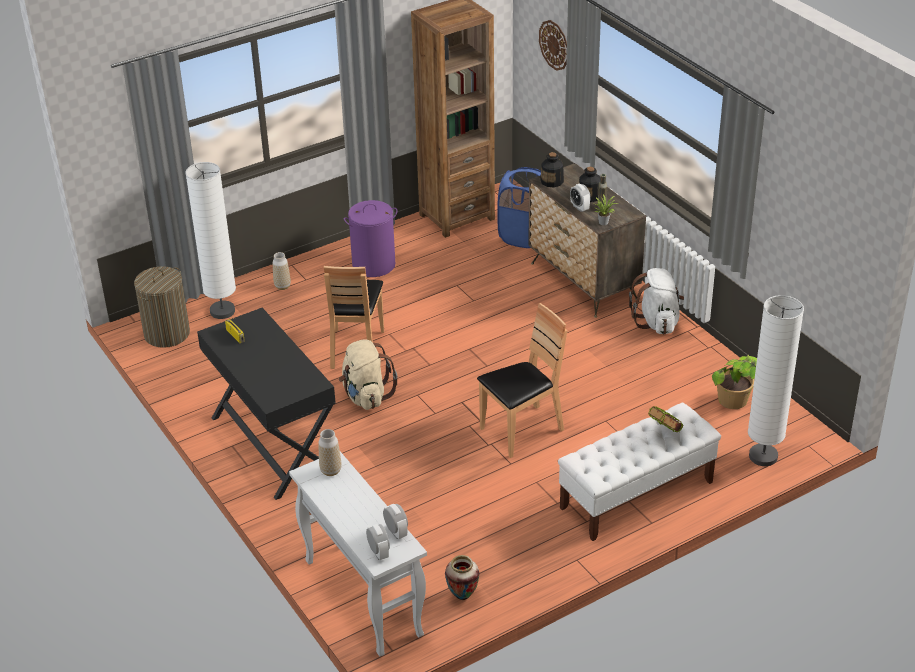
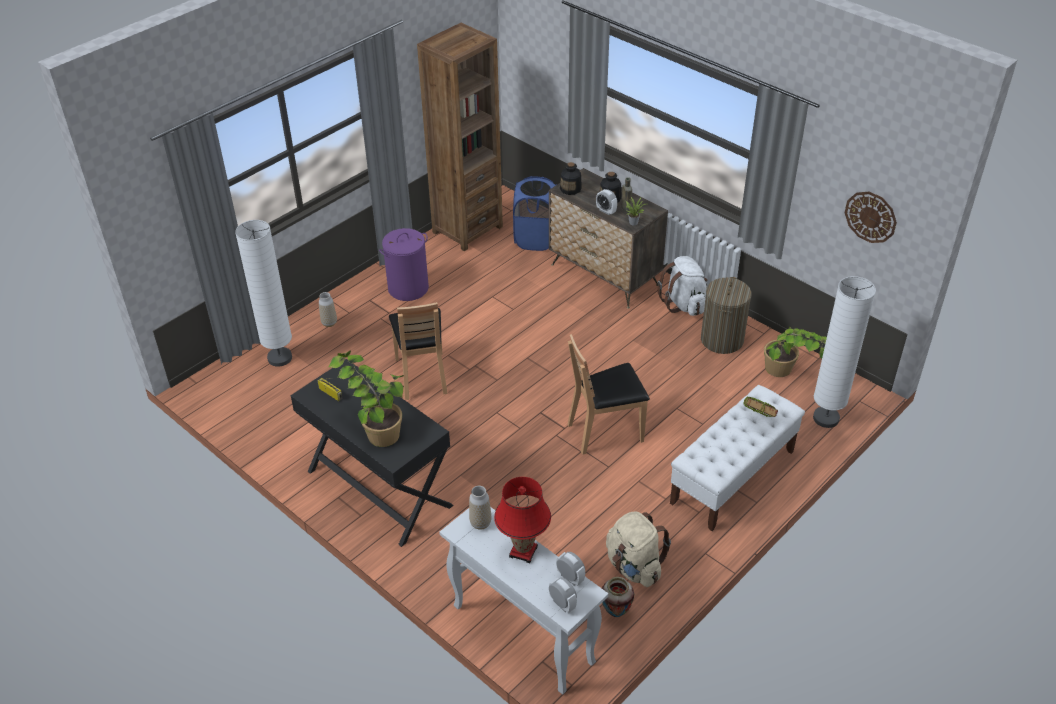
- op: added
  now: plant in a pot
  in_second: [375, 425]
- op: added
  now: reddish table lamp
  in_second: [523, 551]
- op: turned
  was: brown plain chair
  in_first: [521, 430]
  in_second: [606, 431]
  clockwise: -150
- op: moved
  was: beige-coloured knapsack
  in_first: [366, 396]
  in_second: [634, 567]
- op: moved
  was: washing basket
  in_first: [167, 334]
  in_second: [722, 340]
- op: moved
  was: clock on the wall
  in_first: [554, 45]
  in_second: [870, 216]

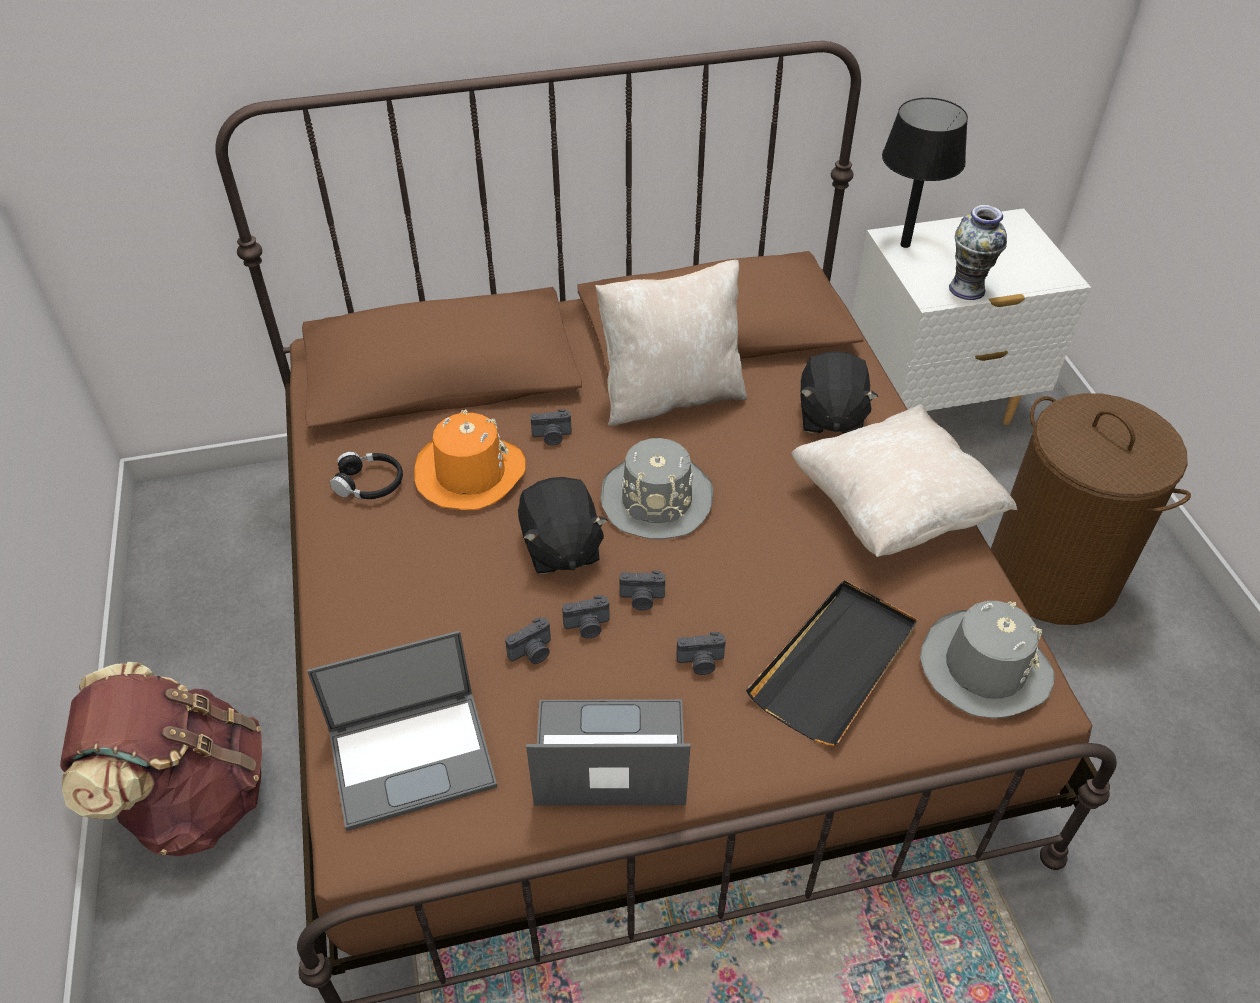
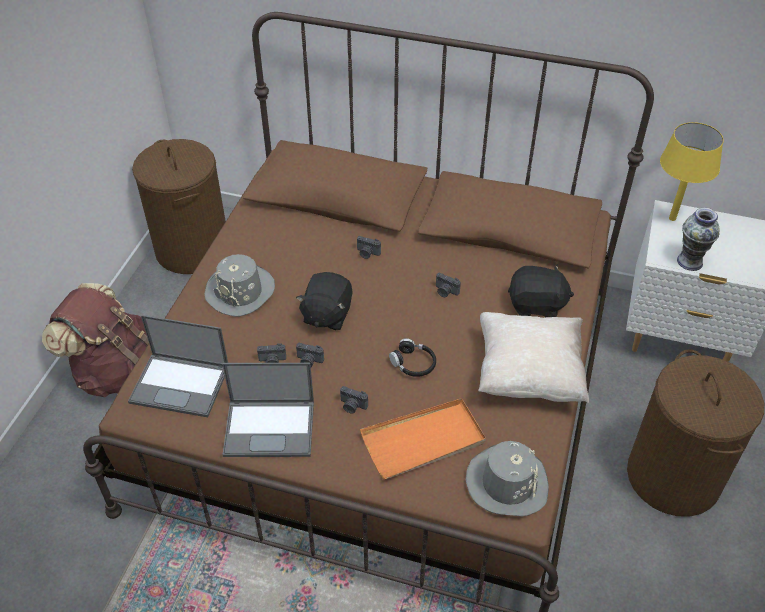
- op: added
  now: brown washing basket
  in_second: [192, 249]
- op: moved
  was: grey hat
  in_first: [657, 498]
  in_second: [241, 291]
- op: turned
  was: notebook computer
  in_first: [608, 754]
  in_second: [271, 428]
  clockwise: 150
- op: recoloured
  was: blackish serving tray
  now: orange serving tray
  in_first: [835, 664]
  in_second: [423, 441]
- op: moved
  was: blackish headphones
  in_first: [369, 483]
  in_second: [413, 363]
- op: moved
  was: still camera
  in_first: [642, 599]
  in_second: [445, 291]
- op: turned
  was: blackish cuddly toy
  in_first: [830, 416]
  in_second: [536, 305]
  clockwise: -120
- op: recoloured
  was: blackish table lamp
  now: yellowish table lamp
  in_first: [904, 245]
  in_second: [672, 218]
- op: removed
  was: orange hat
  in_first: [469, 473]
- op: removed
  was: beige-coloured pillow
  in_first: [670, 396]

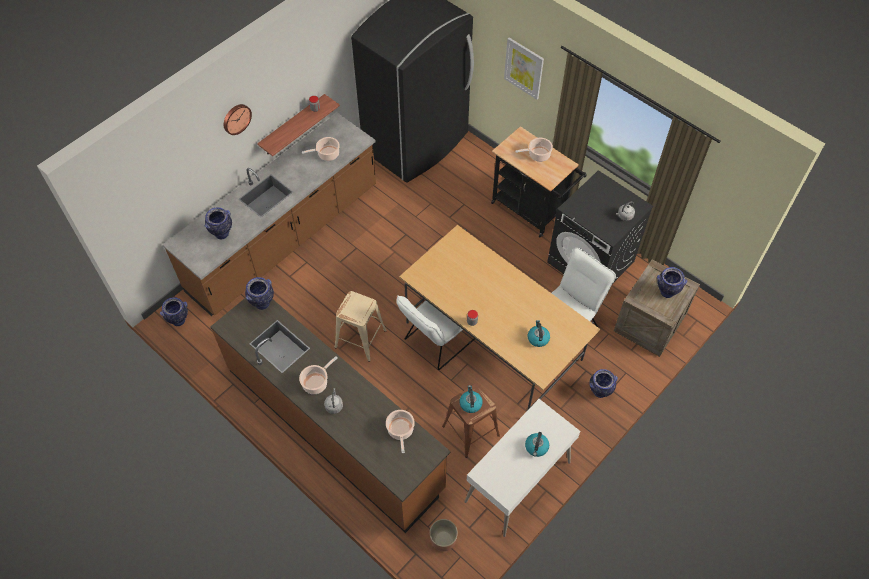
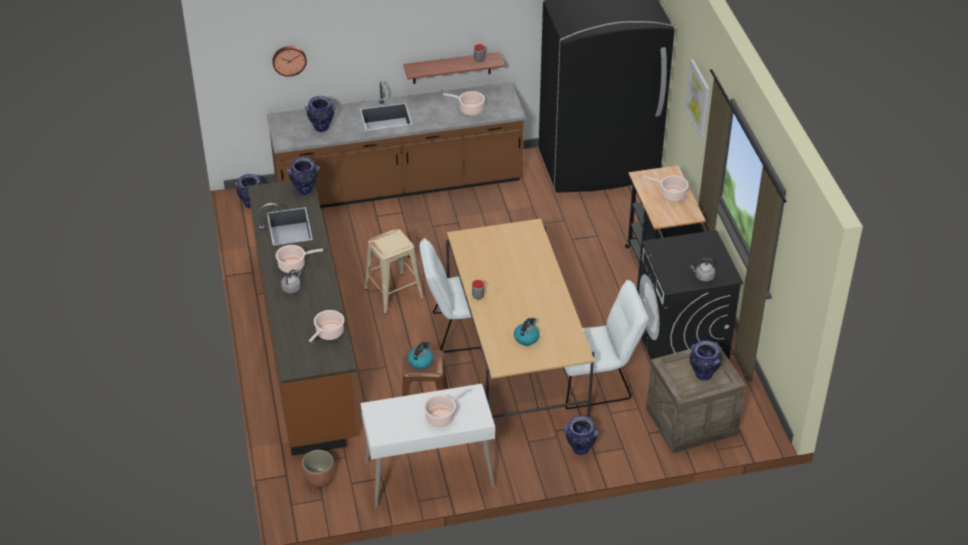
- op: moved
  was: clock on the wall
  in_first: [236, 118]
  in_second: [289, 60]
- op: replaced
  was: tea kettle
  now: cooking pot
  in_first: [536, 447]
  in_second: [441, 416]

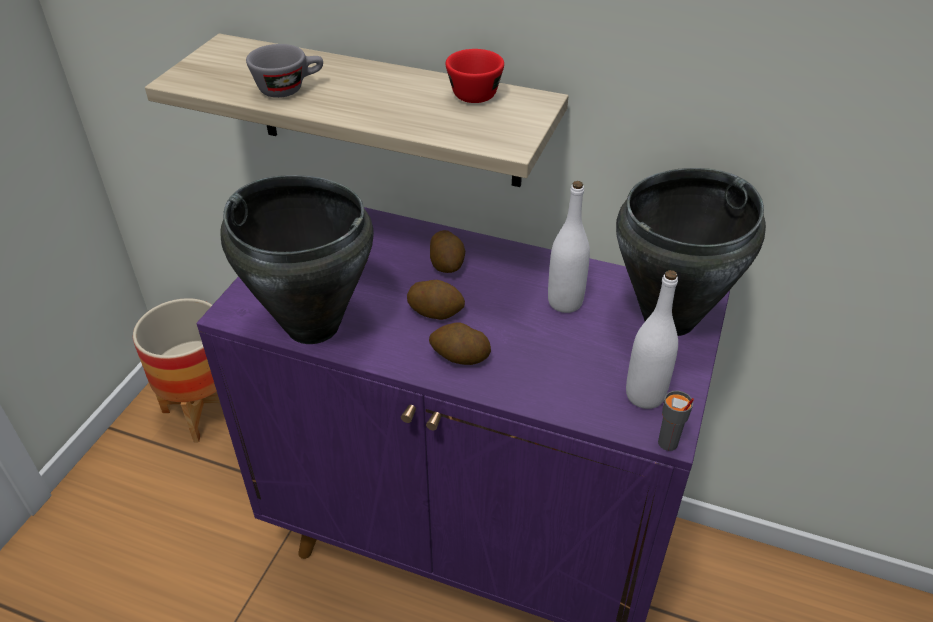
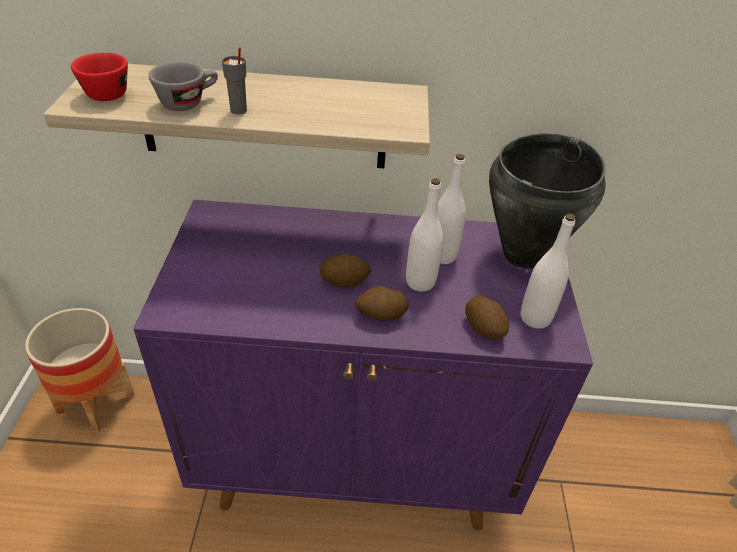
- op: moved
  was: reddish cup
  in_first: [474, 91]
  in_second: [107, 91]
- op: moved
  was: grey cup
  in_first: [667, 443]
  in_second: [238, 111]
- op: added
  now: white-coloured bottle
  in_second: [420, 282]
- op: moved
  was: potato
  in_first: [447, 264]
  in_second: [484, 328]
- op: removed
  was: blackish cooking pot
  in_first: [312, 325]

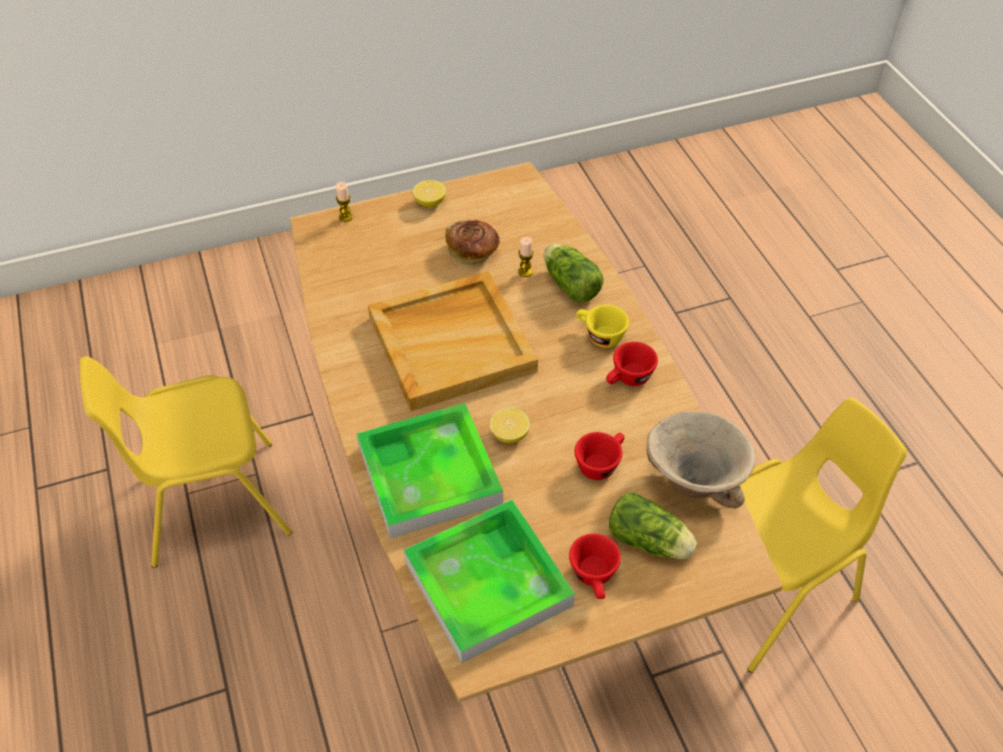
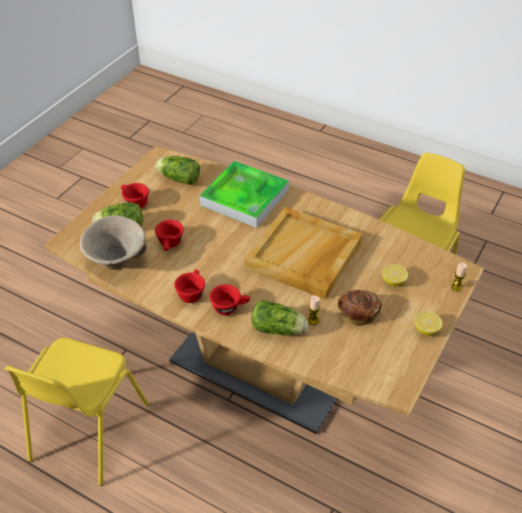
- op: replaced
  was: serving tray
  now: lettuce
  in_first: [488, 583]
  in_second: [178, 178]
- op: recoloured
  was: yellowish cup
  now: reddish cup
  in_first: [599, 336]
  in_second: [230, 307]
- op: moved
  was: citrus fruit
  in_first: [509, 435]
  in_second: [393, 281]

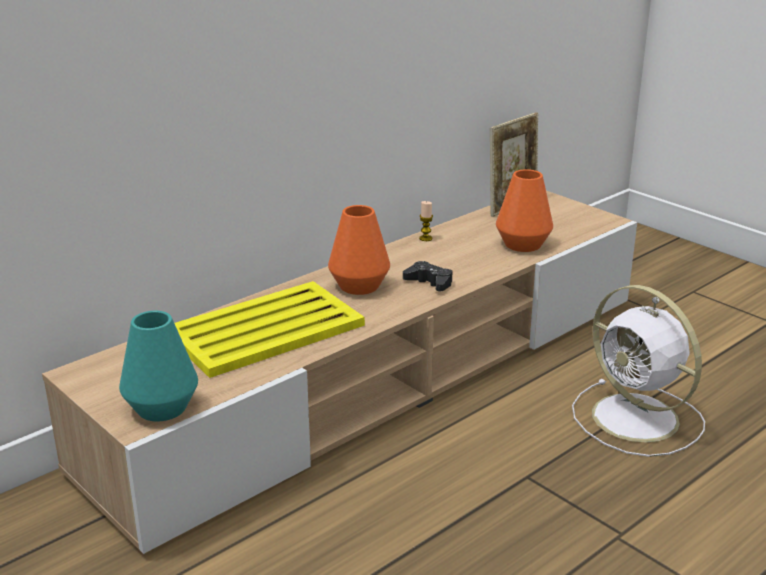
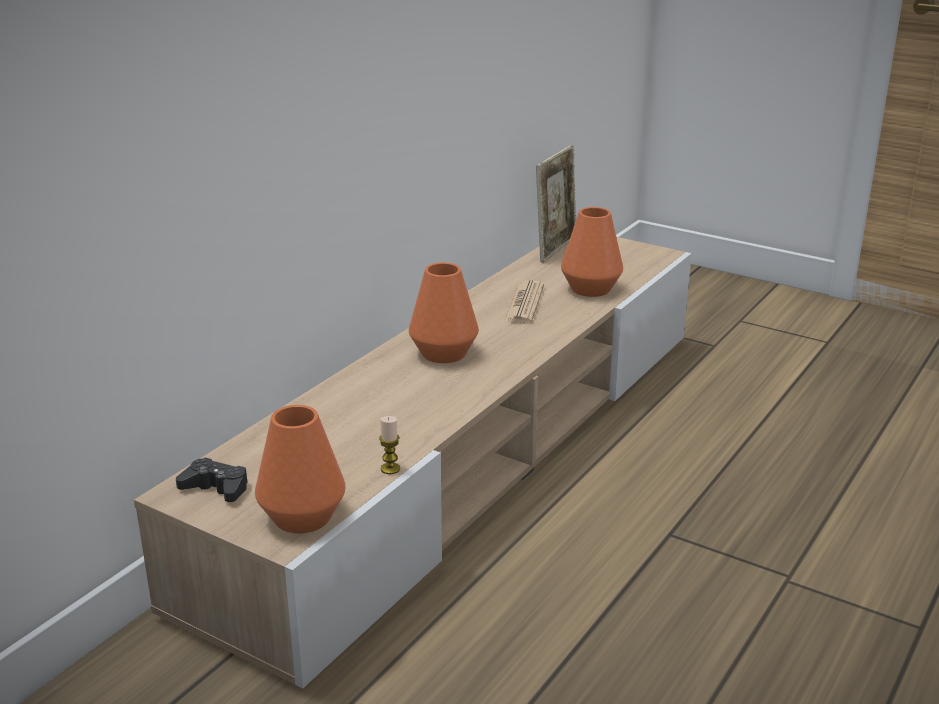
- op: moved
  was: blackish gamepad
  in_first: [429, 282]
  in_second: [216, 488]
- op: recoloured
  was: turquoise flower vase
  now: orange flower vase
  in_first: [161, 408]
  in_second: [302, 517]
- op: moved
  was: candle
  in_first: [425, 238]
  in_second: [390, 469]
- op: added
  now: newspaper
  in_second: [524, 303]
- op: removed
  was: yellowish serving tray
  in_first: [263, 330]
- op: removed
  was: white-coloured fan
  in_first: [638, 419]

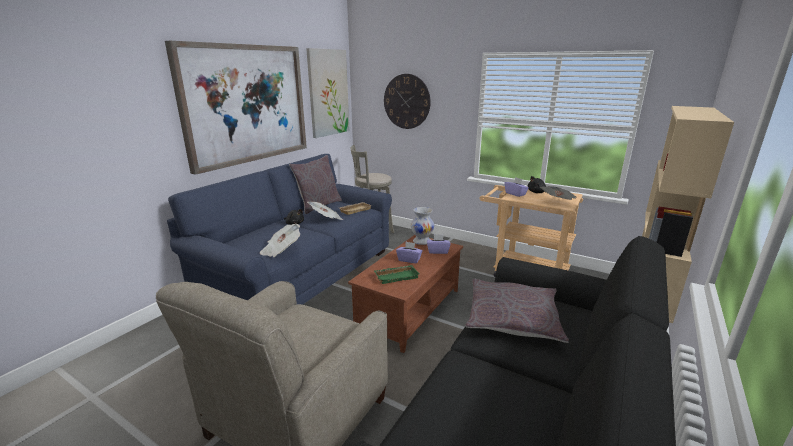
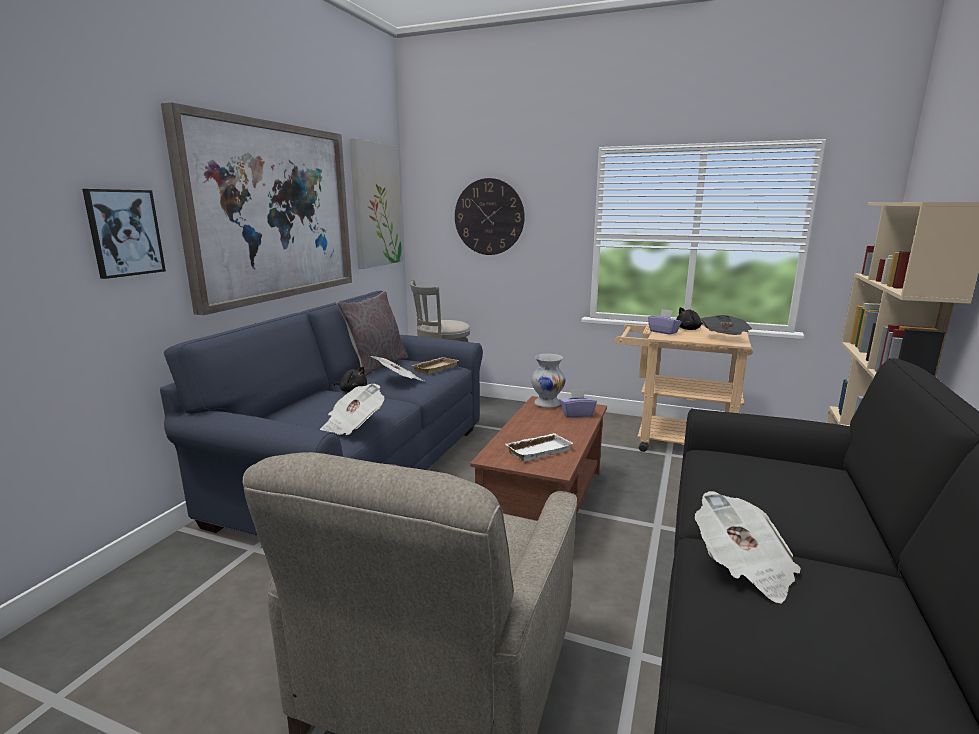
- op: added
  now: wall picture
  in_second: [124, 233]
- op: recoloured
  was: greenish serving tray
  now: white-coloured serving tray
  in_first: [396, 276]
  in_second: [538, 450]
- op: added
  now: newspaper
  in_second: [743, 567]
- op: removed
  was: purple-coloured tissue box
  in_first: [409, 260]
- op: removed
  was: grey pillow
  in_first: [512, 318]

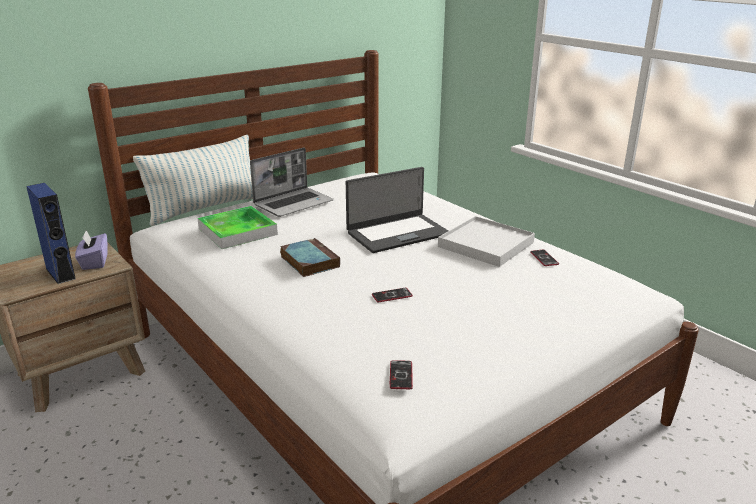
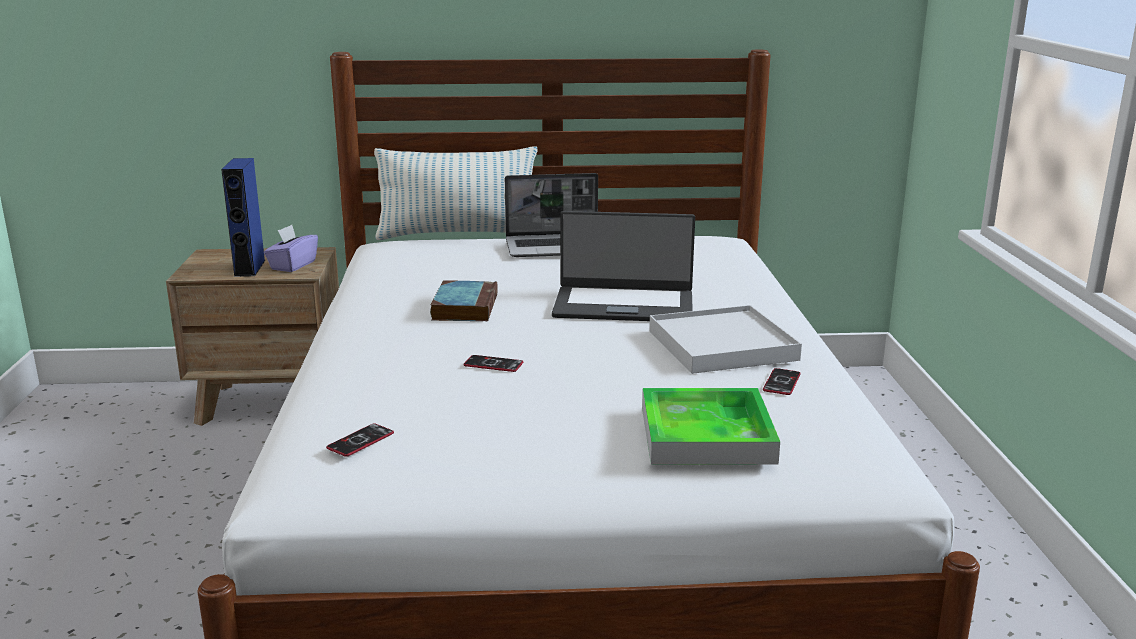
- op: moved
  was: serving tray
  in_first: [237, 231]
  in_second: [706, 435]

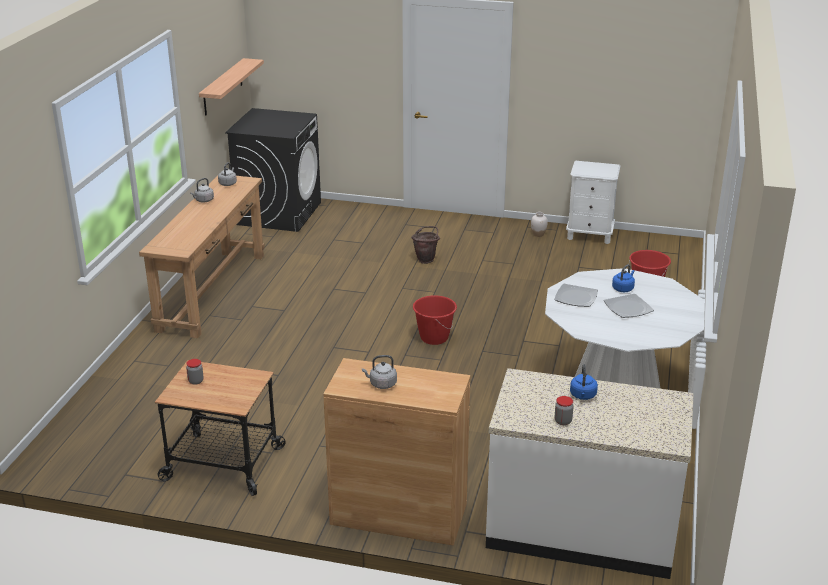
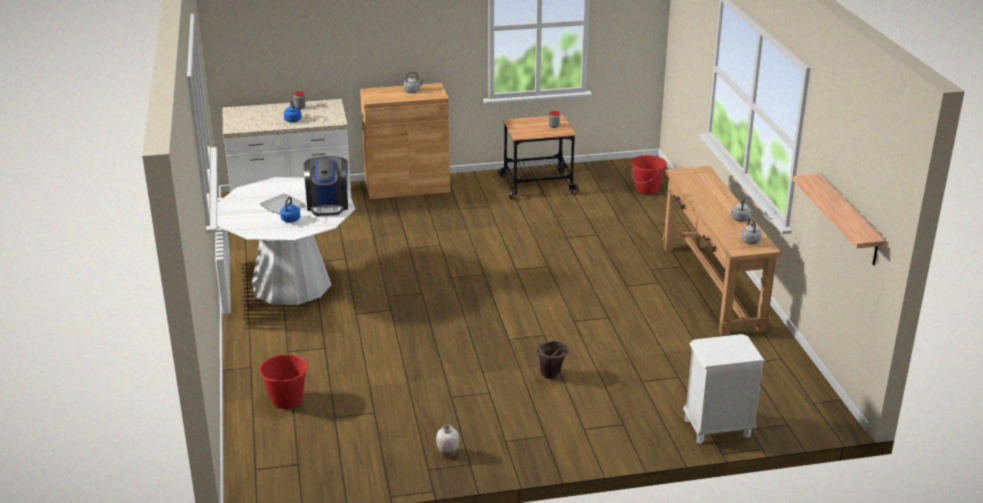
- op: replaced
  was: flat dish
  now: coffee brewer
  in_first: [575, 297]
  in_second: [328, 205]
- op: moved
  was: reddish water bucket
  in_first: [434, 338]
  in_second: [647, 189]
- op: moved
  was: white-coloured bedside table
  in_first: [590, 235]
  in_second: [717, 428]
- op: removed
  was: blackish washing machine
  in_first: [279, 213]

